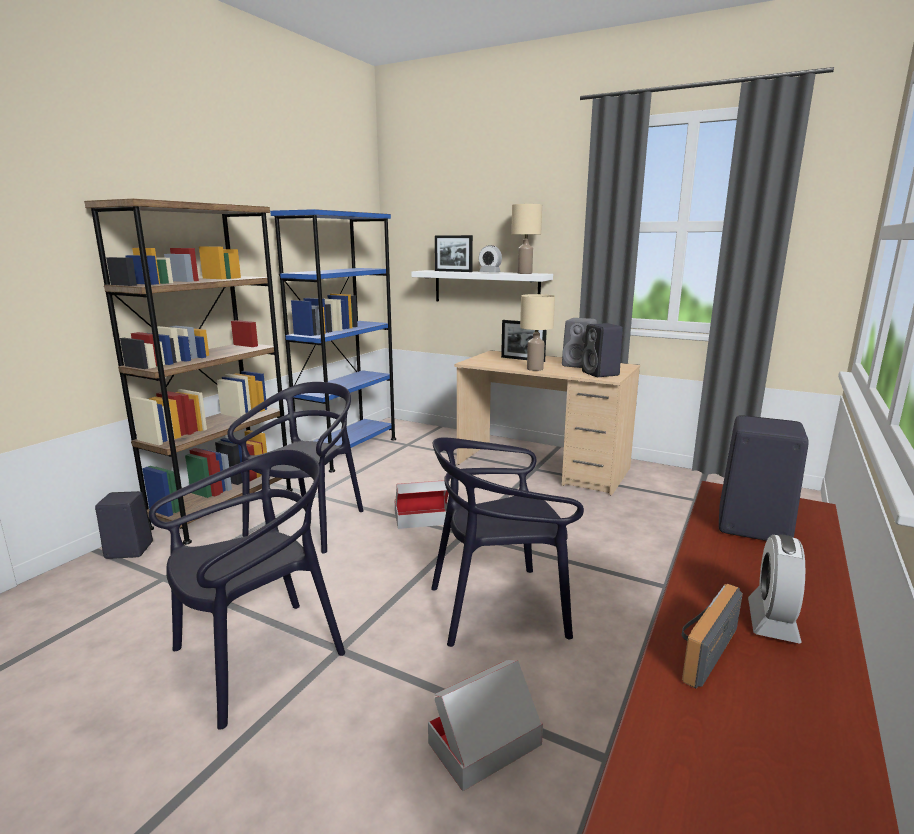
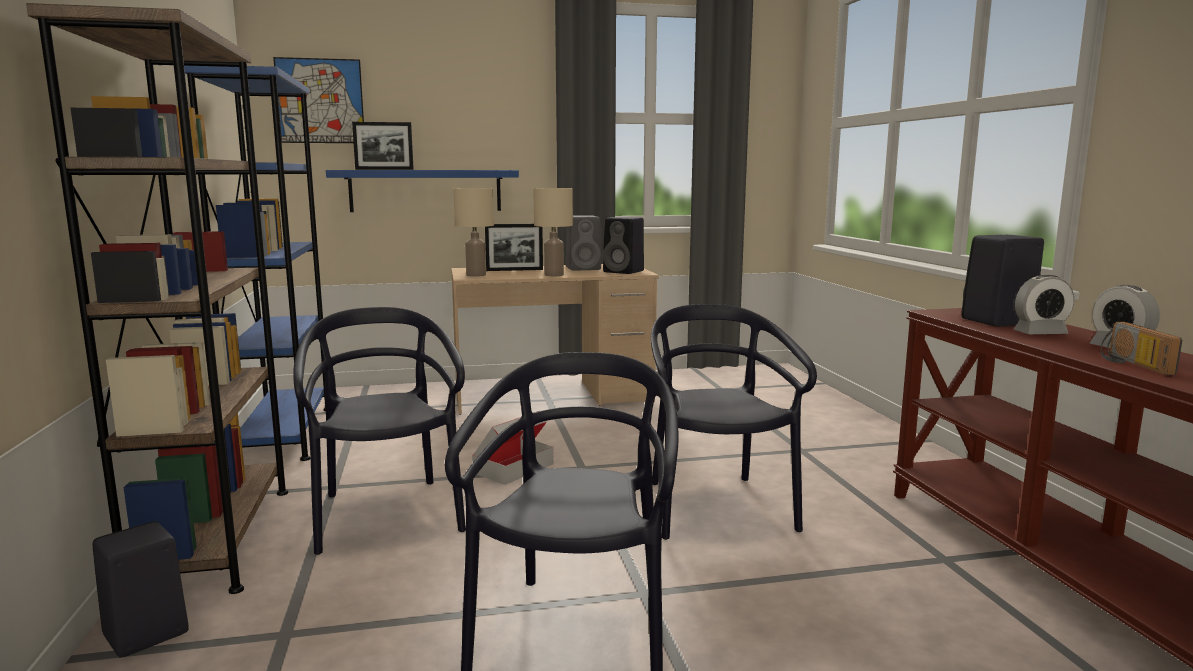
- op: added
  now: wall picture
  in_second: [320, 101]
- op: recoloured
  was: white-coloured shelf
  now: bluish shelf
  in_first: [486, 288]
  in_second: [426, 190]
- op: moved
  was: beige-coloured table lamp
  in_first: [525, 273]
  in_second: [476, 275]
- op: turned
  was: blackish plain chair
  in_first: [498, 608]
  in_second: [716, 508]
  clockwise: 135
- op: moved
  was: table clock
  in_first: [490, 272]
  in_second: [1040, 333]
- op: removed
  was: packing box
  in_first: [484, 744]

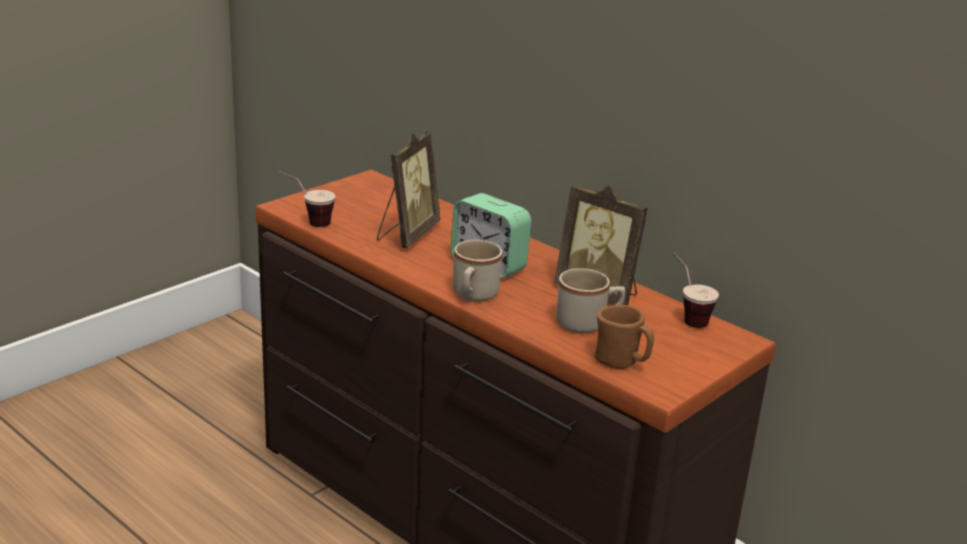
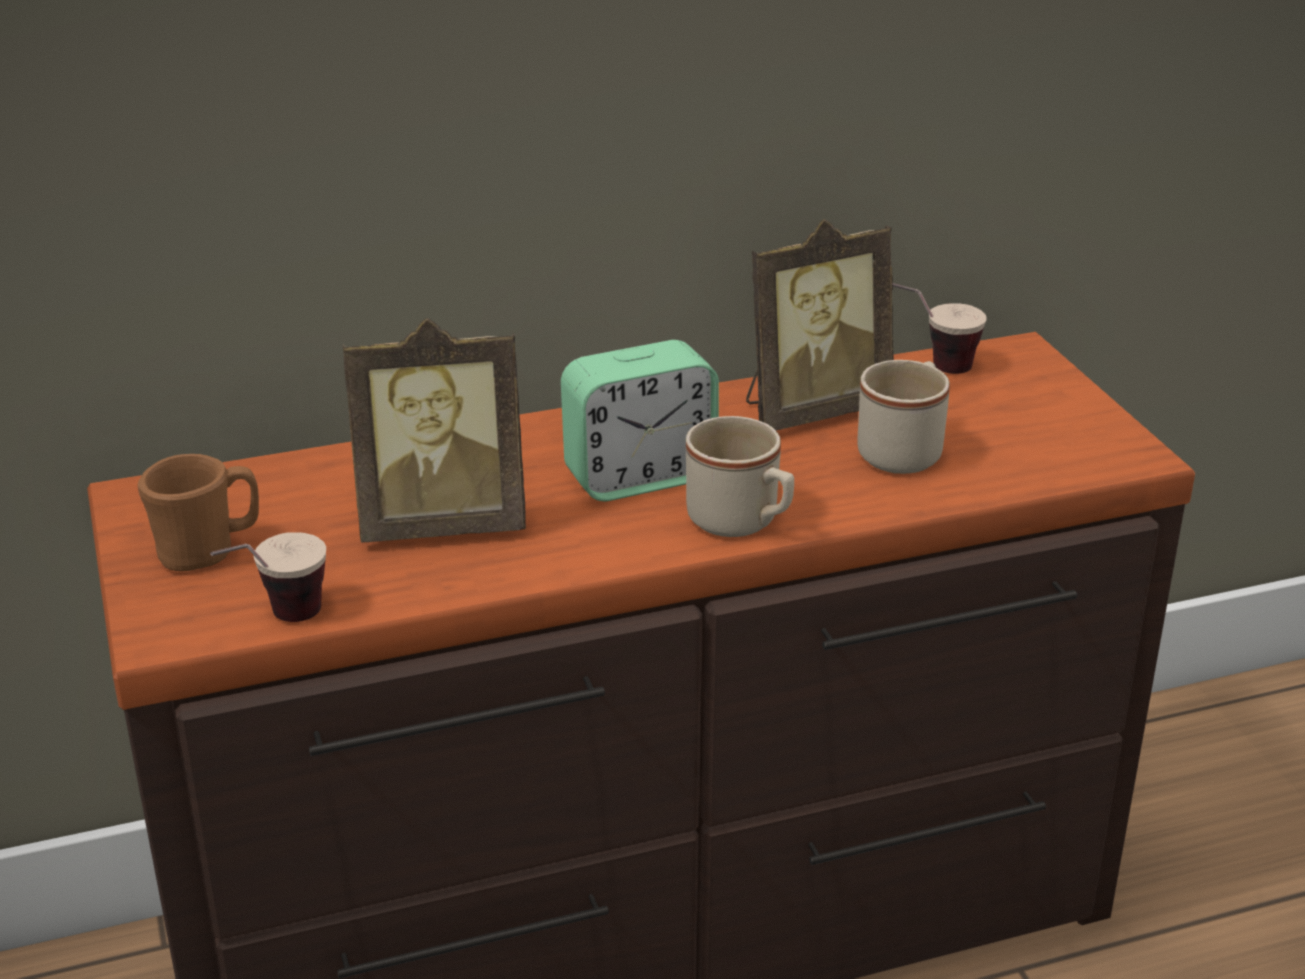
- op: moved
  was: brown tea mug
  in_first: [621, 362]
  in_second: [208, 551]
- op: turned
  was: standing frame
  in_first: [406, 234]
  in_second: [442, 523]
  clockwise: 120

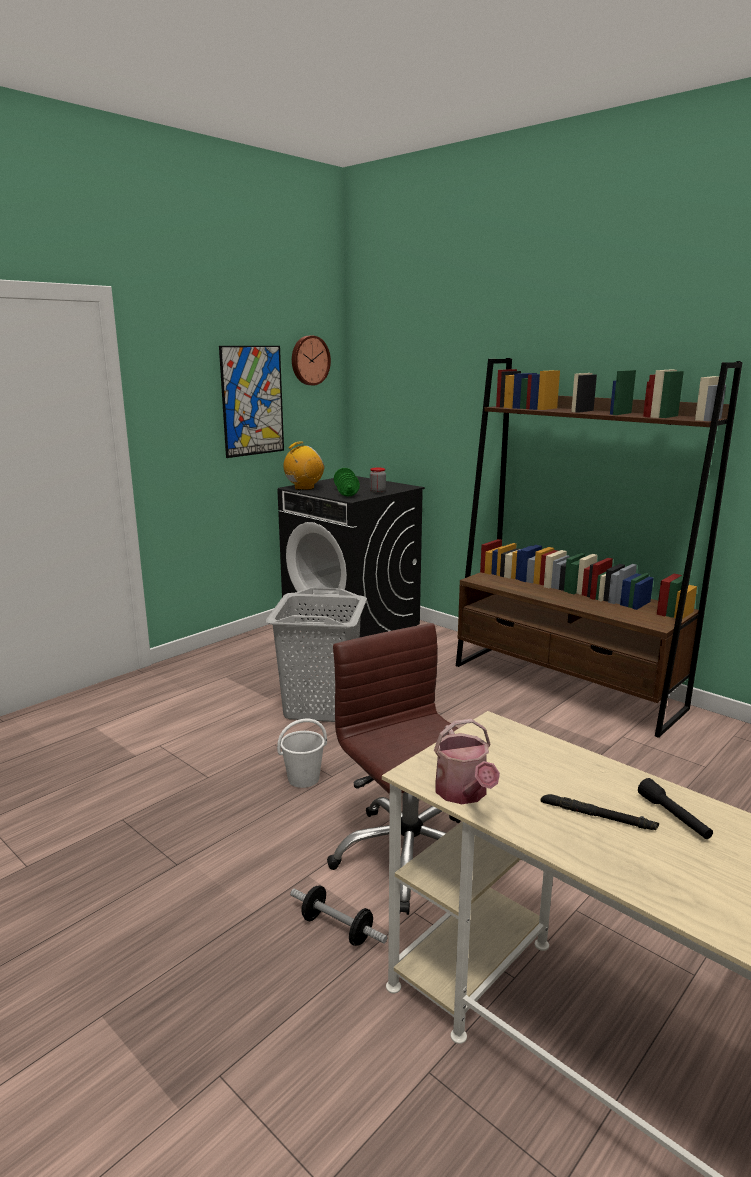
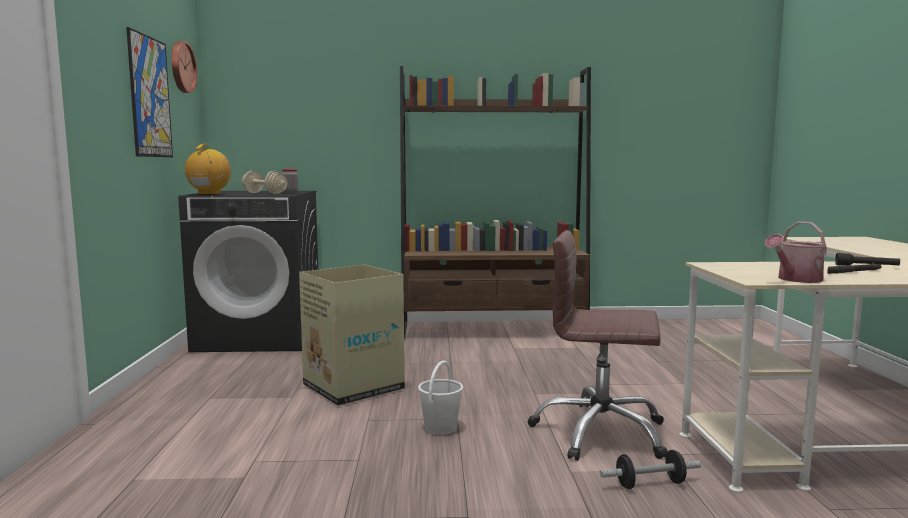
- op: recoloured
  was: greenish hand weight
  now: beige-coloured hand weight
  in_first: [346, 493]
  in_second: [264, 193]
- op: replaced
  was: grey washing basket
  now: packing box
  in_first: [321, 706]
  in_second: [352, 387]
- op: turned
  was: sprinkling can
  in_first: [463, 793]
  in_second: [796, 279]
  clockwise: 120

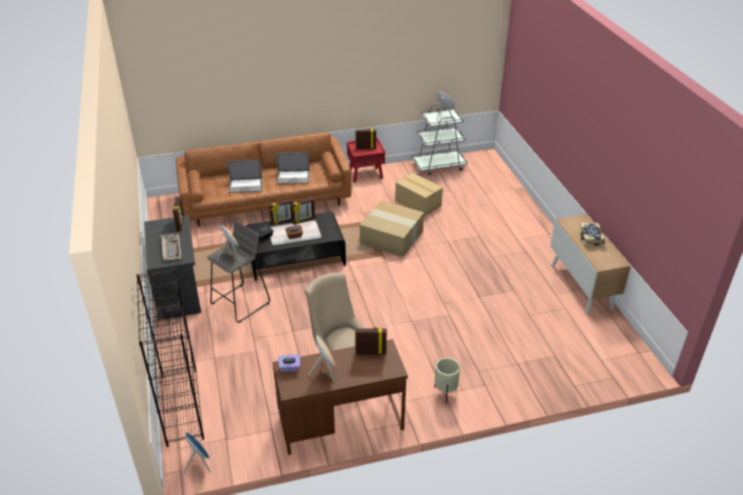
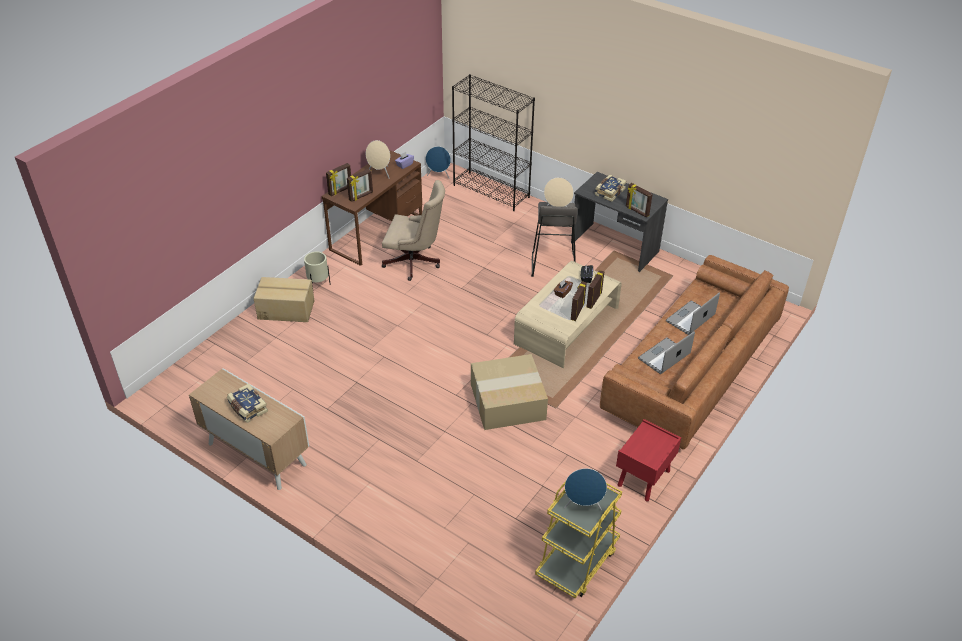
- op: moved
  was: packing box
  in_first: [418, 203]
  in_second: [286, 309]
- op: moved
  was: standing frame
  in_first: [365, 148]
  in_second: [340, 191]
- op: recoloured
  was: blackish low table
  now: beige-coloured low table
  in_first: [296, 258]
  in_second: [566, 326]
- op: recoloured
  was: grey trolley
  now: yellowish trolley
  in_first: [439, 165]
  in_second: [577, 561]
- op: replaced
  was: PC keyboard
  now: book
  in_first: [171, 248]
  in_second: [609, 192]

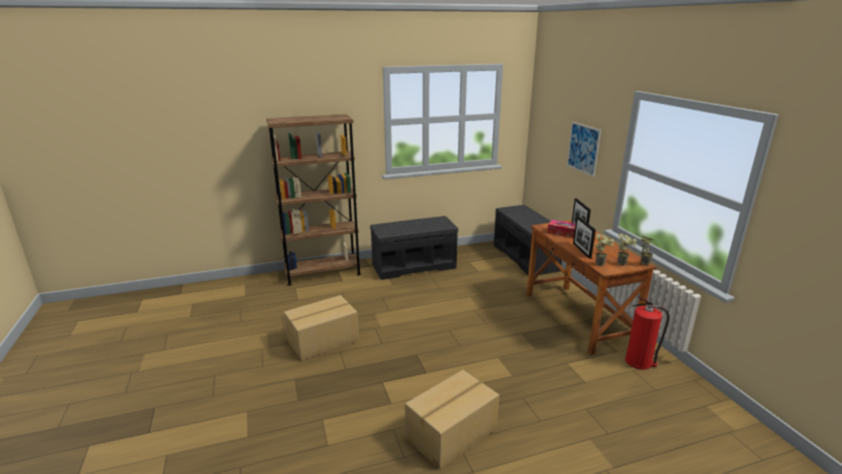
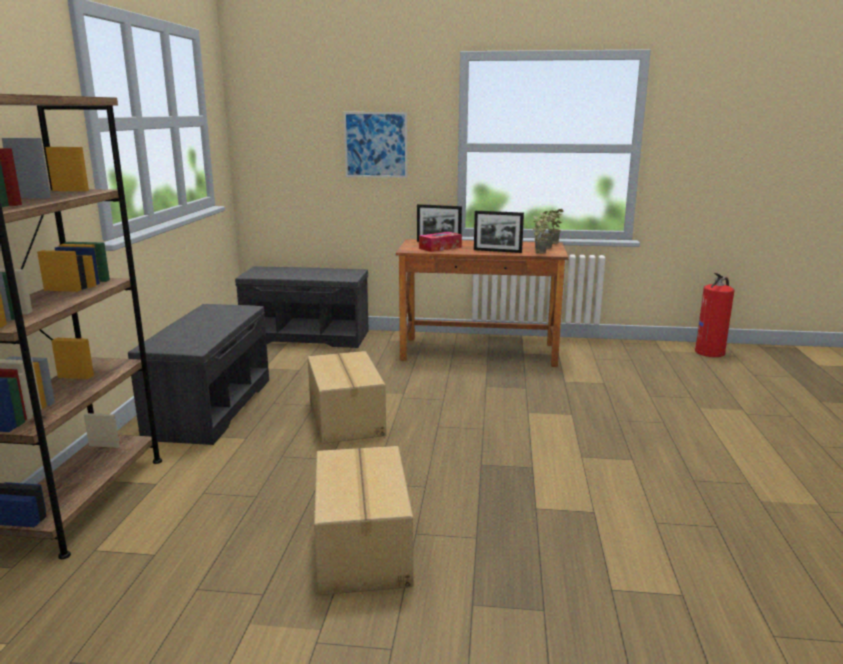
- op: moved
  was: packing box
  in_first: [452, 434]
  in_second: [347, 418]
- op: moved
  was: fire-fighting cylinder
  in_first: [639, 362]
  in_second: [710, 352]

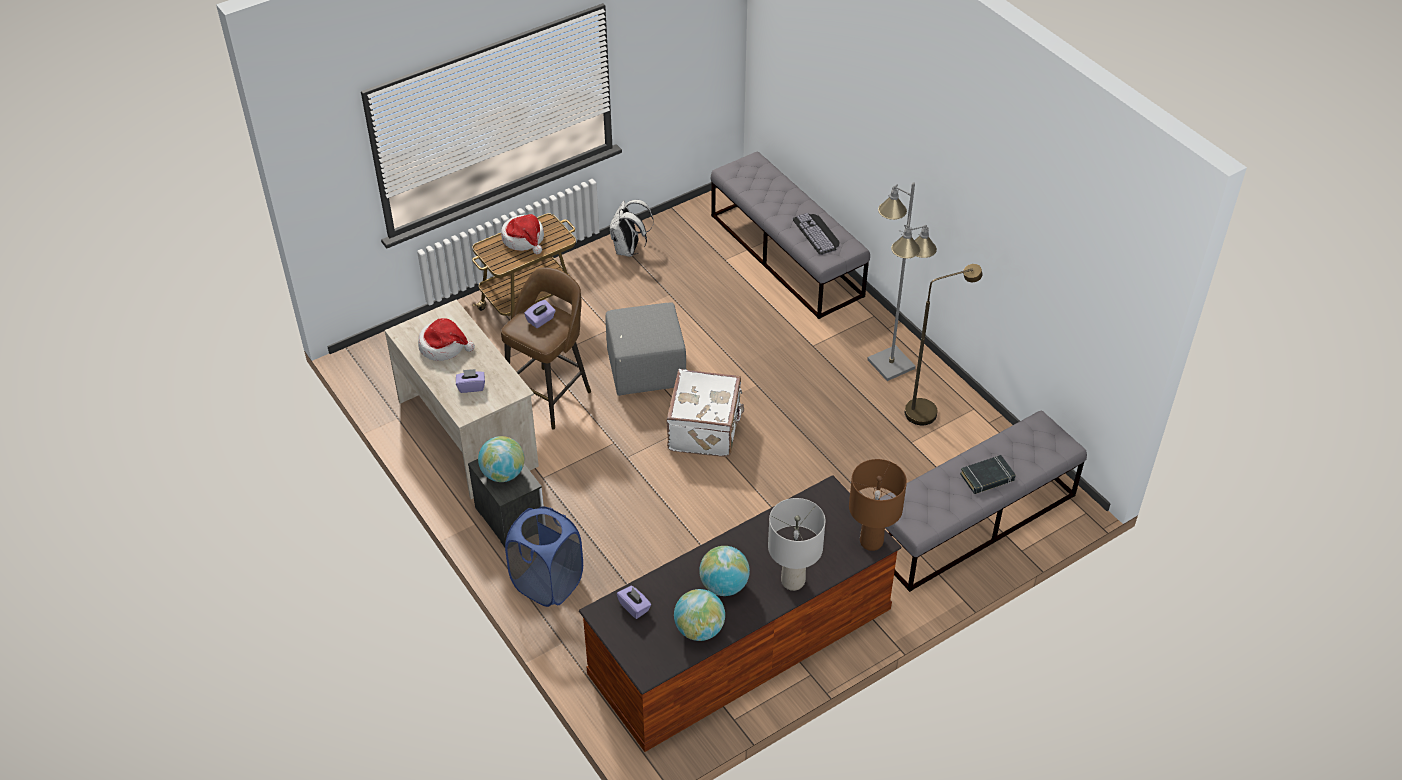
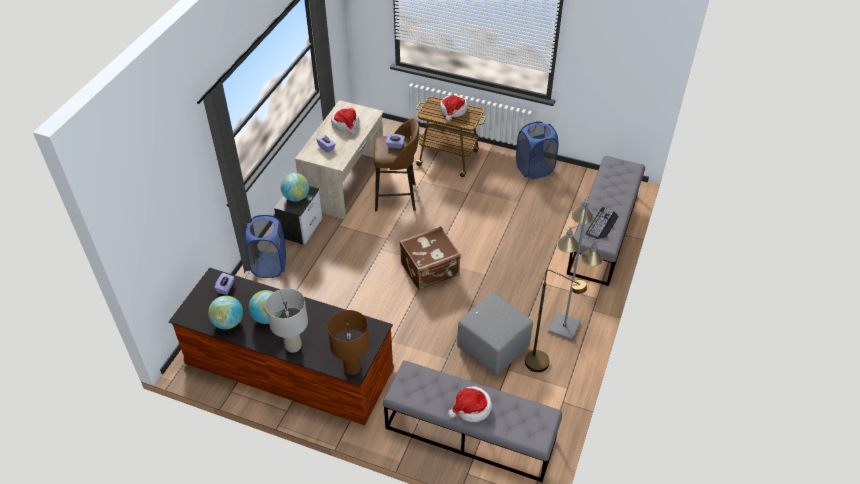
- op: recoloured
  was: white-coloured piece of luggage
  now: brown piece of luggage
  in_first: [705, 429]
  in_second: [430, 270]
- op: replaced
  was: blackish book
  now: hat
  in_first: [987, 477]
  in_second: [471, 408]
- op: moved
  was: grey footrest
  in_first: [645, 371]
  in_second: [492, 347]
- op: replaced
  was: white-coloured knapsack
  now: bluish washing basket
  in_first: [628, 250]
  in_second: [534, 169]

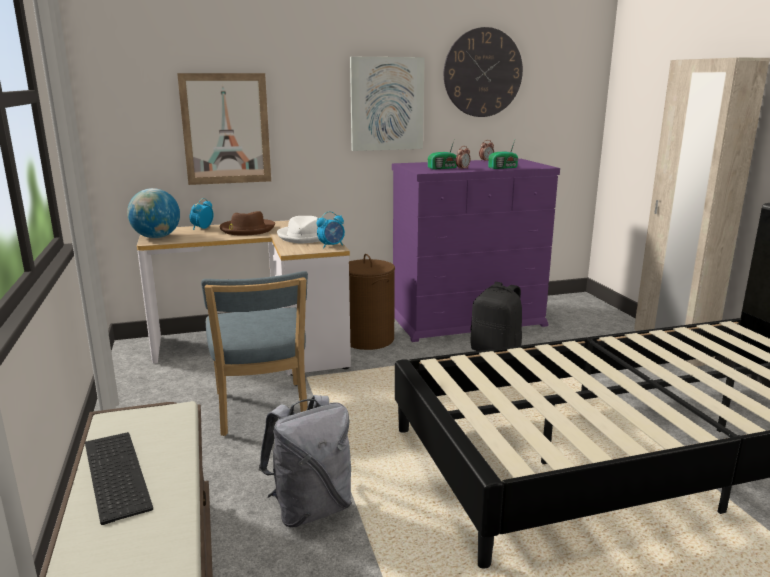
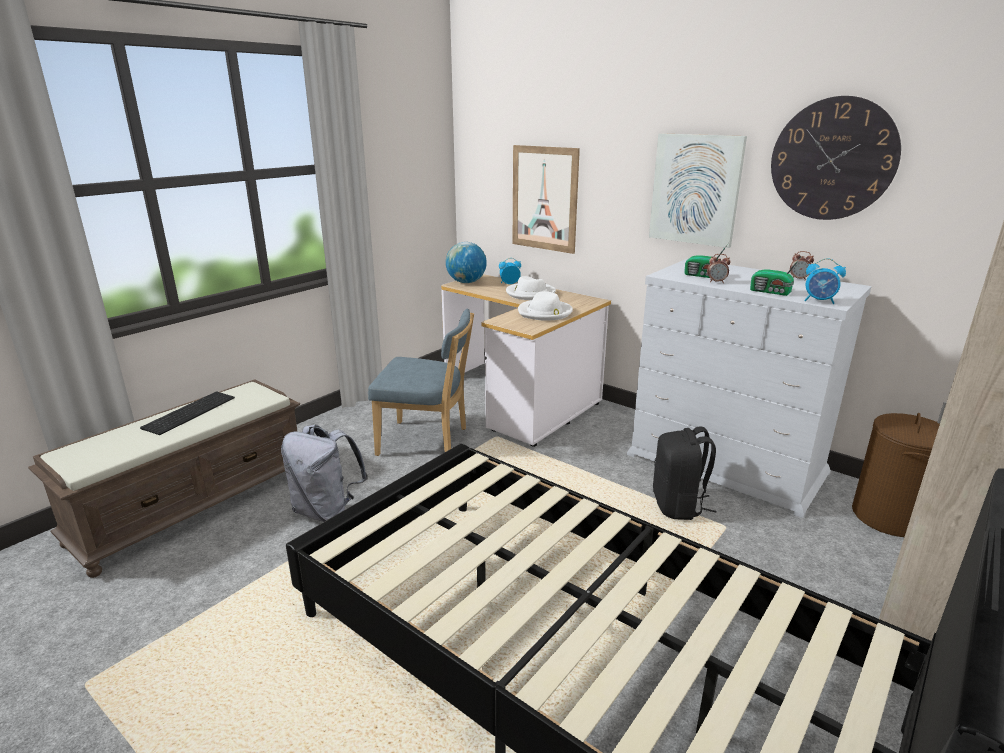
- op: turned
  was: bluish plain chair
  in_first: [261, 411]
  in_second: [427, 442]
  clockwise: -120
- op: recoloured
  was: brown hat
  now: white-coloured hat
  in_first: [247, 229]
  in_second: [530, 293]
- op: recoloured
  was: purple-coloured dresser
  now: white-coloured dresser
  in_first: [467, 319]
  in_second: [726, 464]
- op: moved
  was: table clock
  in_first: [331, 246]
  in_second: [819, 301]
- op: moved
  was: brown washing basket
  in_first: [368, 339]
  in_second: [889, 517]

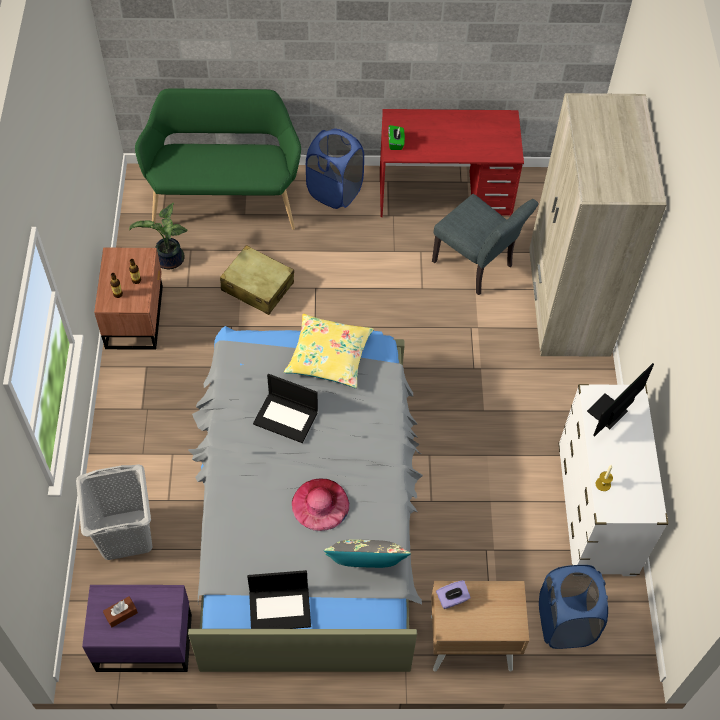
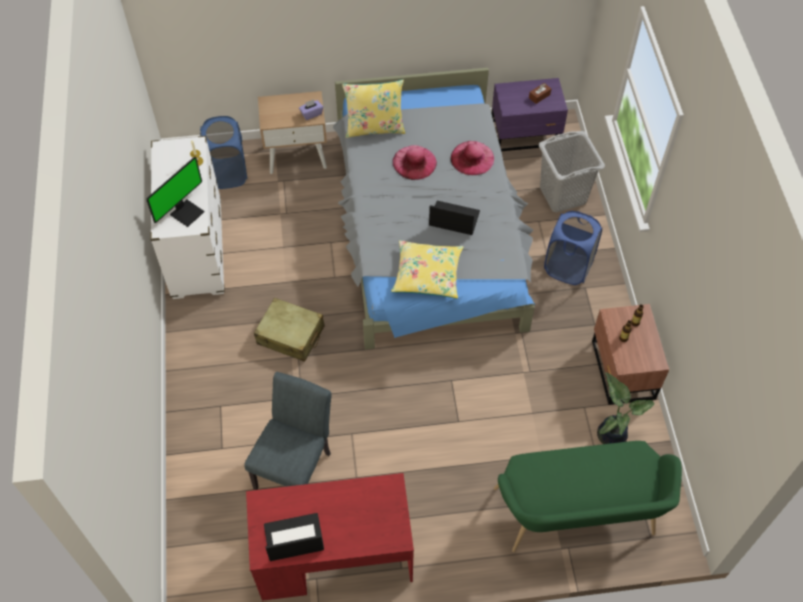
- op: turned
  was: grey plain chair
  in_first: [477, 267]
  in_second: [296, 465]
  clockwise: 75
- op: moved
  was: beige-coloured piece of luggage
  in_first: [257, 287]
  in_second: [291, 335]
- op: moved
  was: notebook computer
  in_first: [280, 608]
  in_second: [293, 538]
- op: recoloured
  was: grey pillow
  now: yellowish pillow
  in_first: [365, 568]
  in_second: [374, 127]
- op: added
  now: pinkish hat
  in_second: [472, 158]
- op: moved
  was: bluish washing basket
  in_first: [335, 191]
  in_second: [568, 267]
- op: removed
  was: greenish tissue box
  in_first: [396, 143]
- op: removed
  was: beige-coloured clothes cupboard
  in_first: [567, 304]

